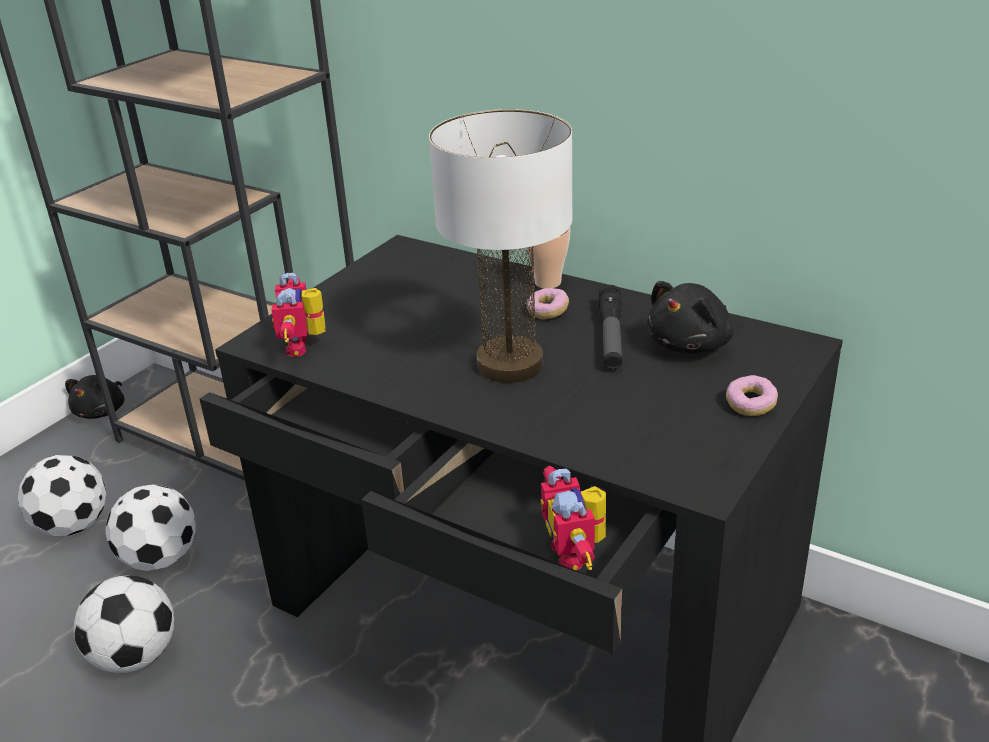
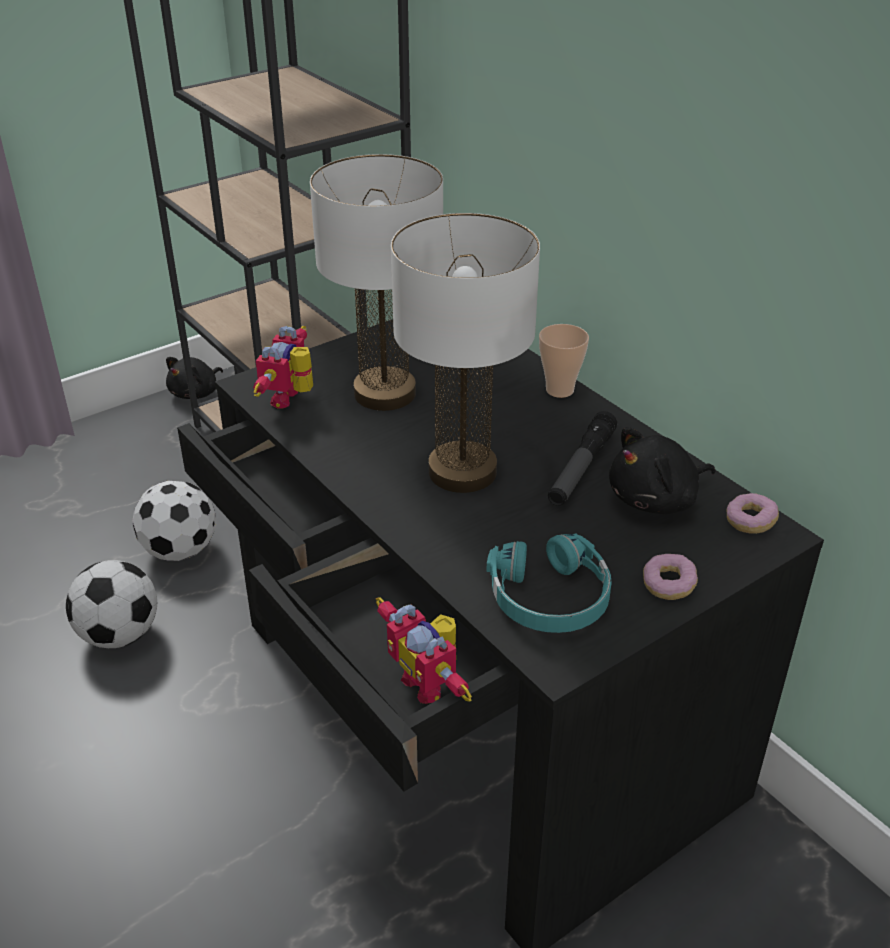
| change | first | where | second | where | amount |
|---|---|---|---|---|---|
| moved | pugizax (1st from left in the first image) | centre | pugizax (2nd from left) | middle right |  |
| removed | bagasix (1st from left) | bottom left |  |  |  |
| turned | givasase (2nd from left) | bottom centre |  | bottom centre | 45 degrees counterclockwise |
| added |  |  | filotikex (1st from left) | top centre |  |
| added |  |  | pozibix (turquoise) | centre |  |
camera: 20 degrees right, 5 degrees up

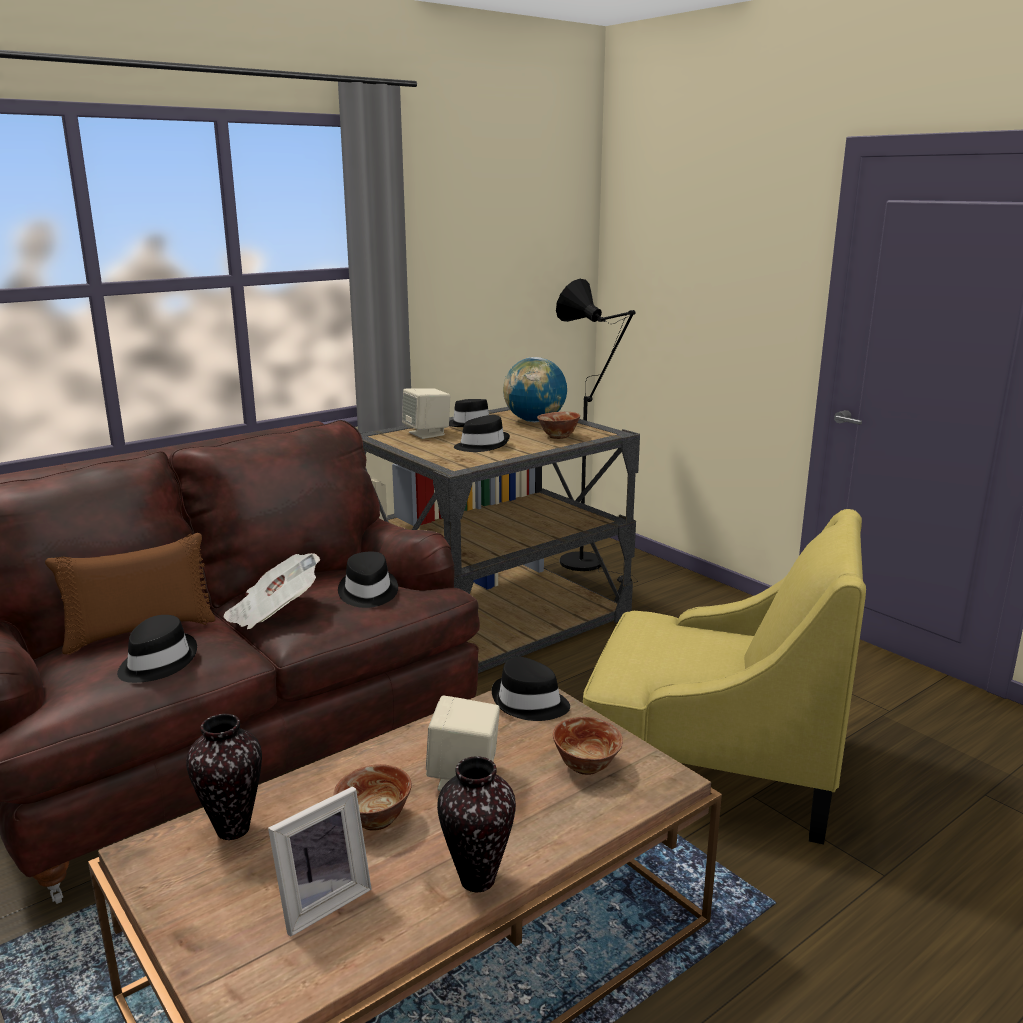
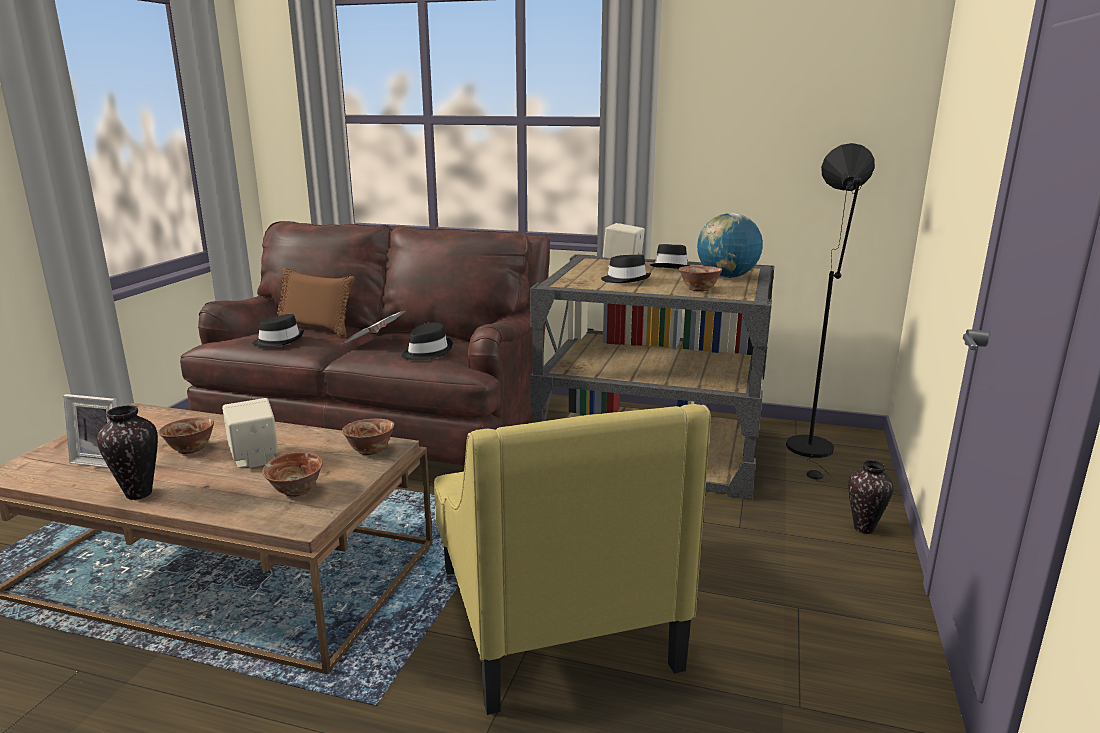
| change | first | where | second | where | amount |
|---|---|---|---|---|---|
| replaced | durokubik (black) (5th from left) | bottom centre | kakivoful (3rd from left) | centre |  |
| moved | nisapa (1st from left in the first image) | bottom left | nisapa (2nd from left) | bottom right |  |
camera: 55 degrees right, 0 degrees up

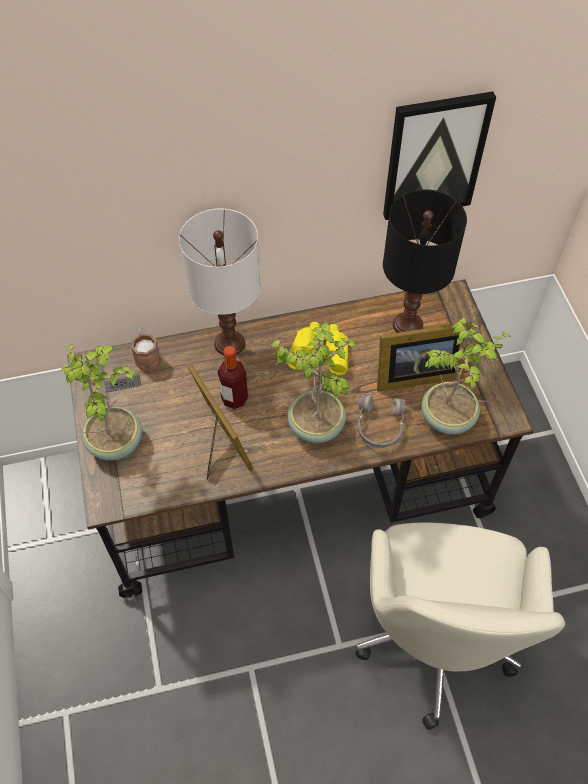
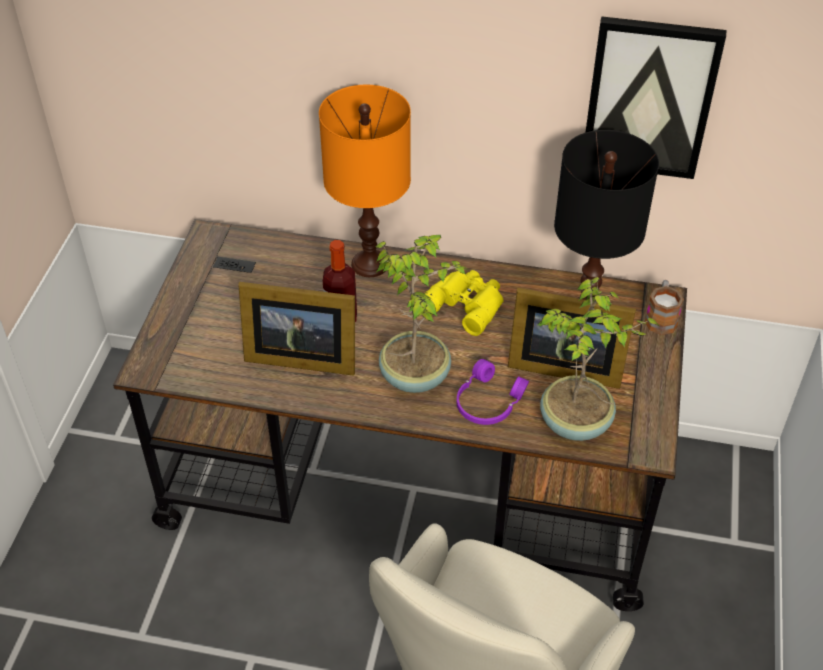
| change | first | where | second | where | amount |
|---|---|---|---|---|---|
| recoloured | filotikex (white) | centre | filotikex (orange) | top centre |  |
| moved | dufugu | middle left |  | middle right |  |
| removed | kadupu (1st from left) | middle left |  |  |  |
| turned | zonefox (1st from left) | centre |  | centre | 105 degrees clockwise |
| recoloured | pozibix (grey) | centre | pozibix (purple) | centre |  |
camera: 25 degrees right, 10 degrees down

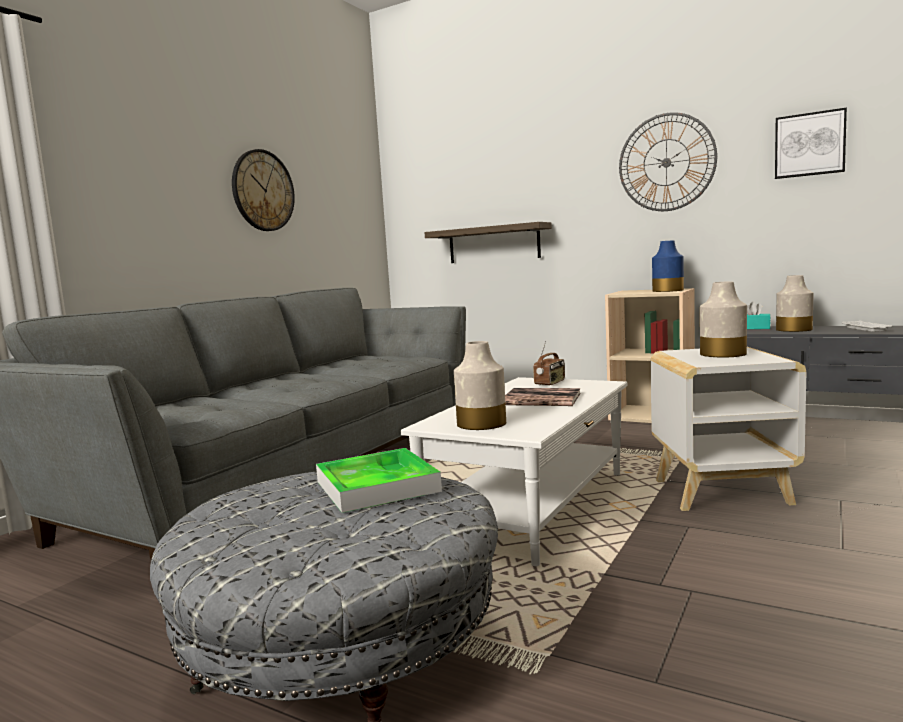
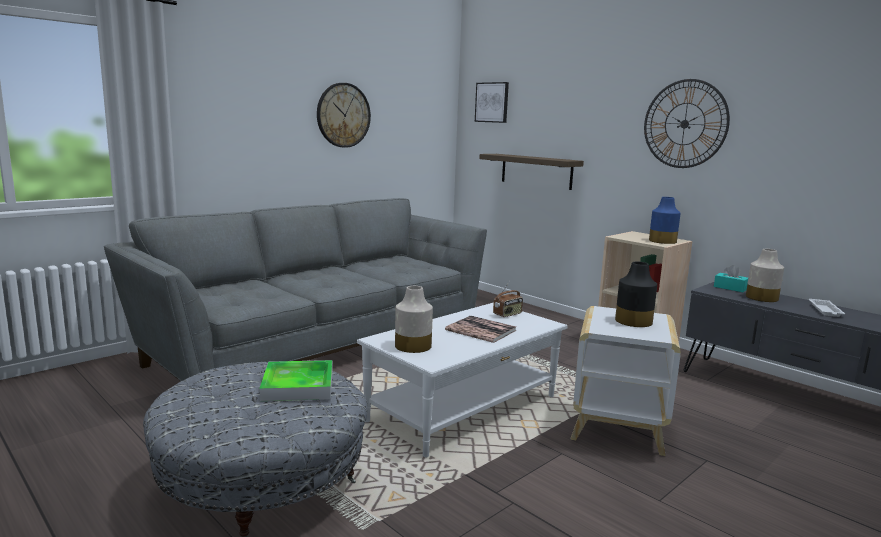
| change | first | where | second | where | amount |
|---|---|---|---|---|---|
| moved | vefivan | top right |  | top centre |  |
| recoloured | nisapa (beige) (2nd from left) | middle right | nisapa (black) | middle right |  |
camera: 15 degrees right, 5 degrees up

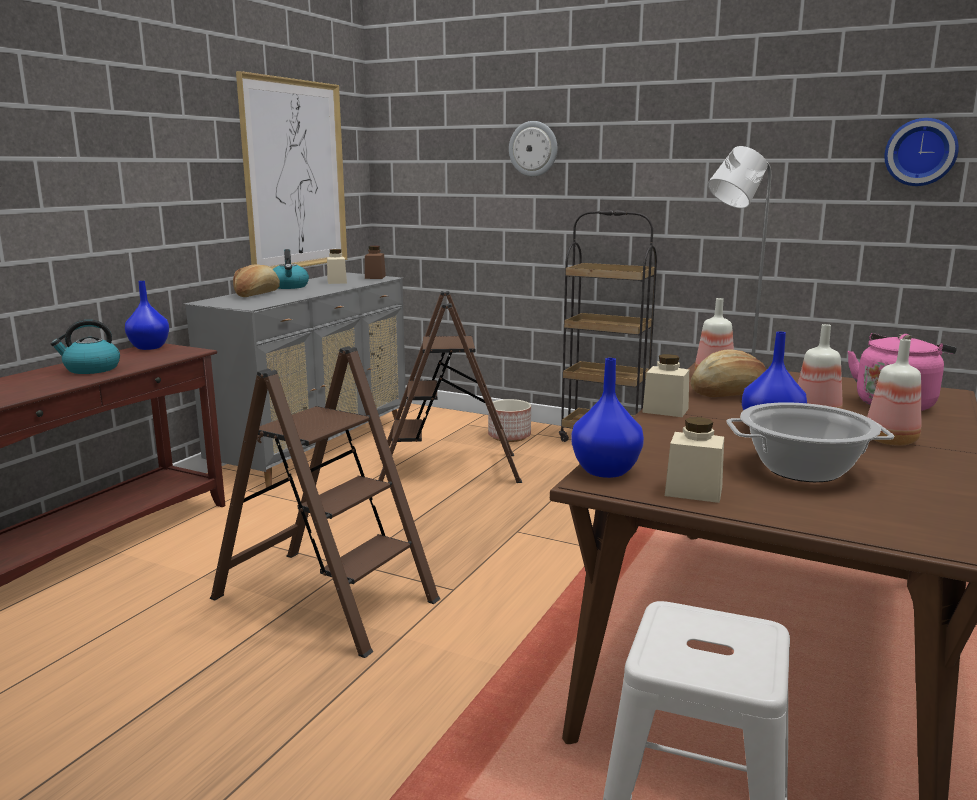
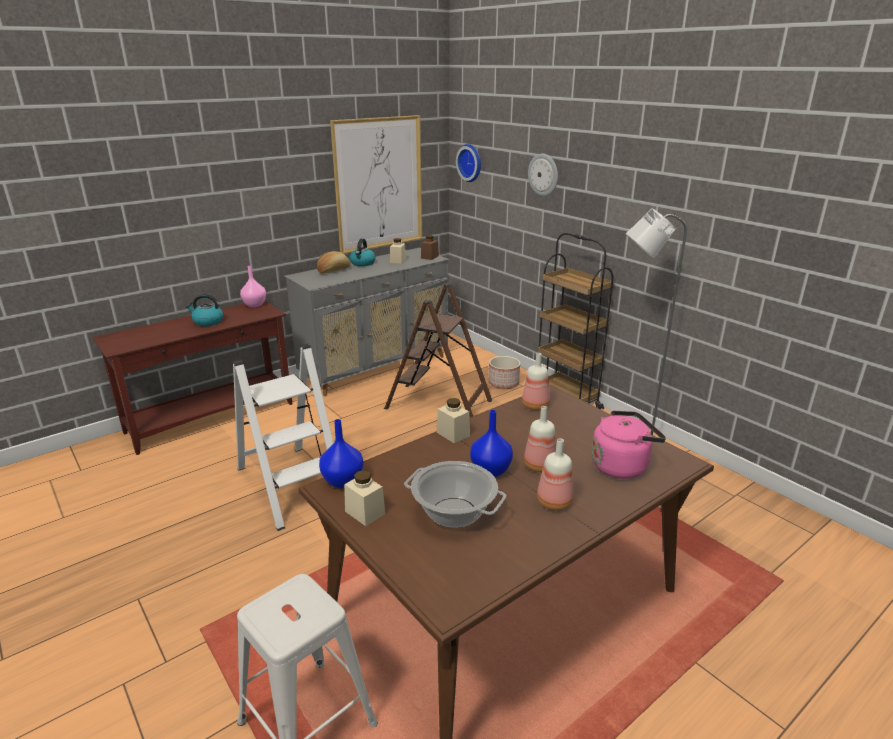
| change | first | where | second | where | amount |
|---|---|---|---|---|---|
| moved | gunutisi (2nd from left in the first image) | top right | gunutisi (1st from left) | top centre |  |
| recoloured | nisapa (blue) (1st from left) | middle left | nisapa (pink) | middle left |  |
| recoloured | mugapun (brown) (1st from left) | middle left | mugapun (white) | middle left |  |
| removed | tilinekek (2nd from left) | middle right |  |  |  |
camera: 25 degrees right, 10 degrees up

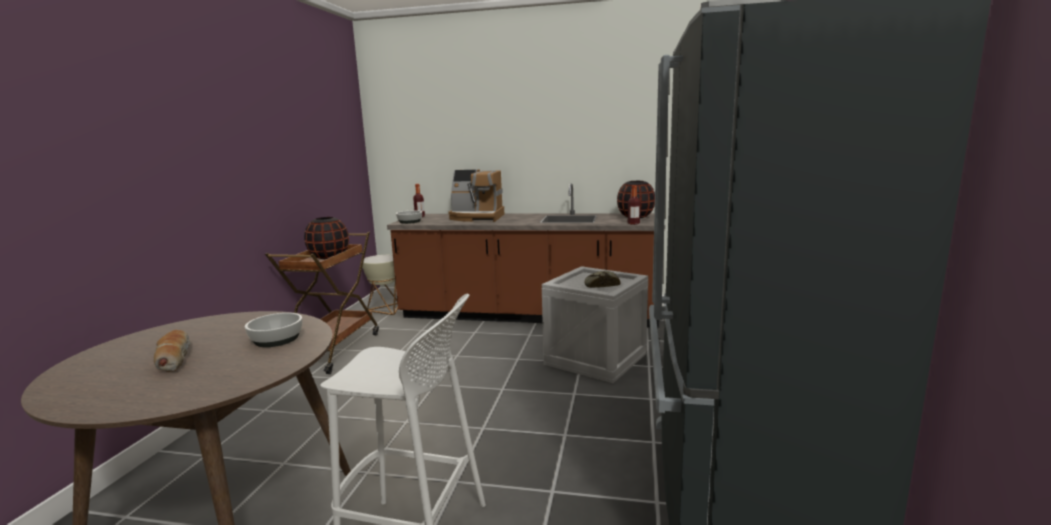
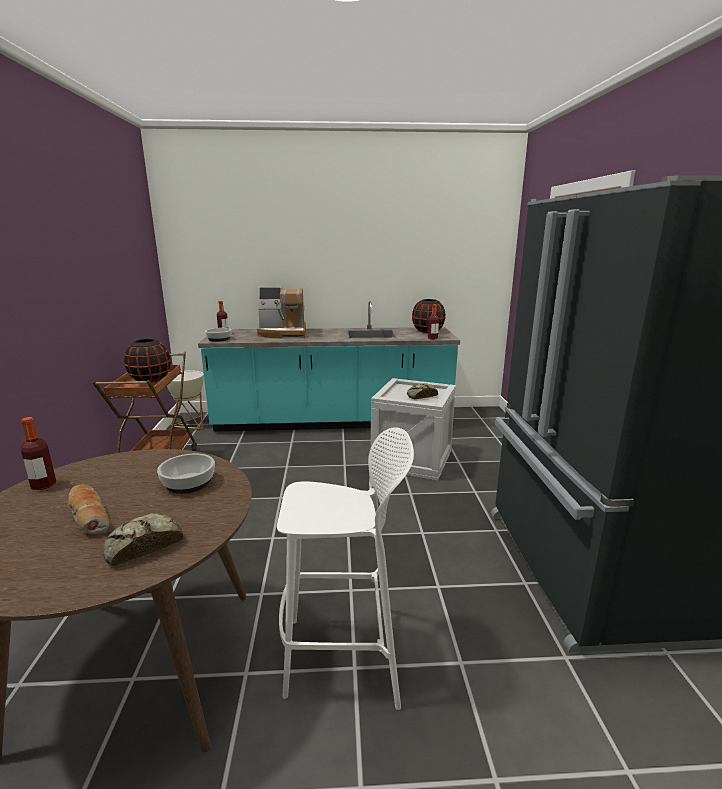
| change | first | where | second | where | amount |
|---|---|---|---|---|---|
| recoloured | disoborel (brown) | centre | disoborel (turquoise) | centre |  |
| added |  |  | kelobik (1st from left) | middle left |  |
| added |  |  | tilinekek (2nd from left) | bottom left |  |
camera: 15 degrees left, 5 degrees up

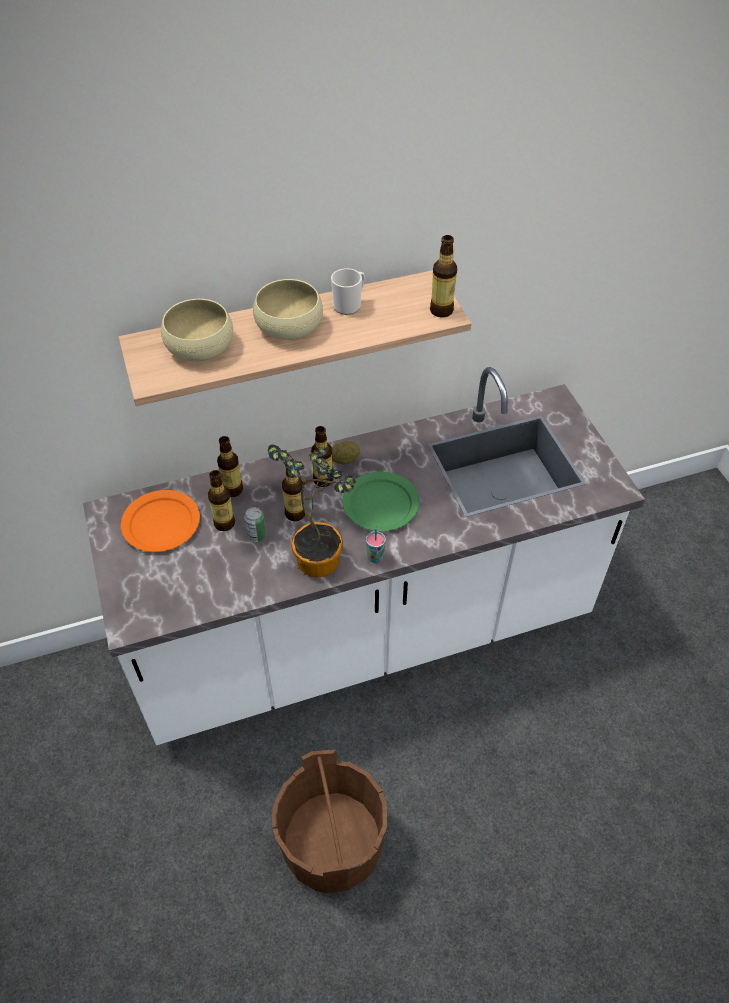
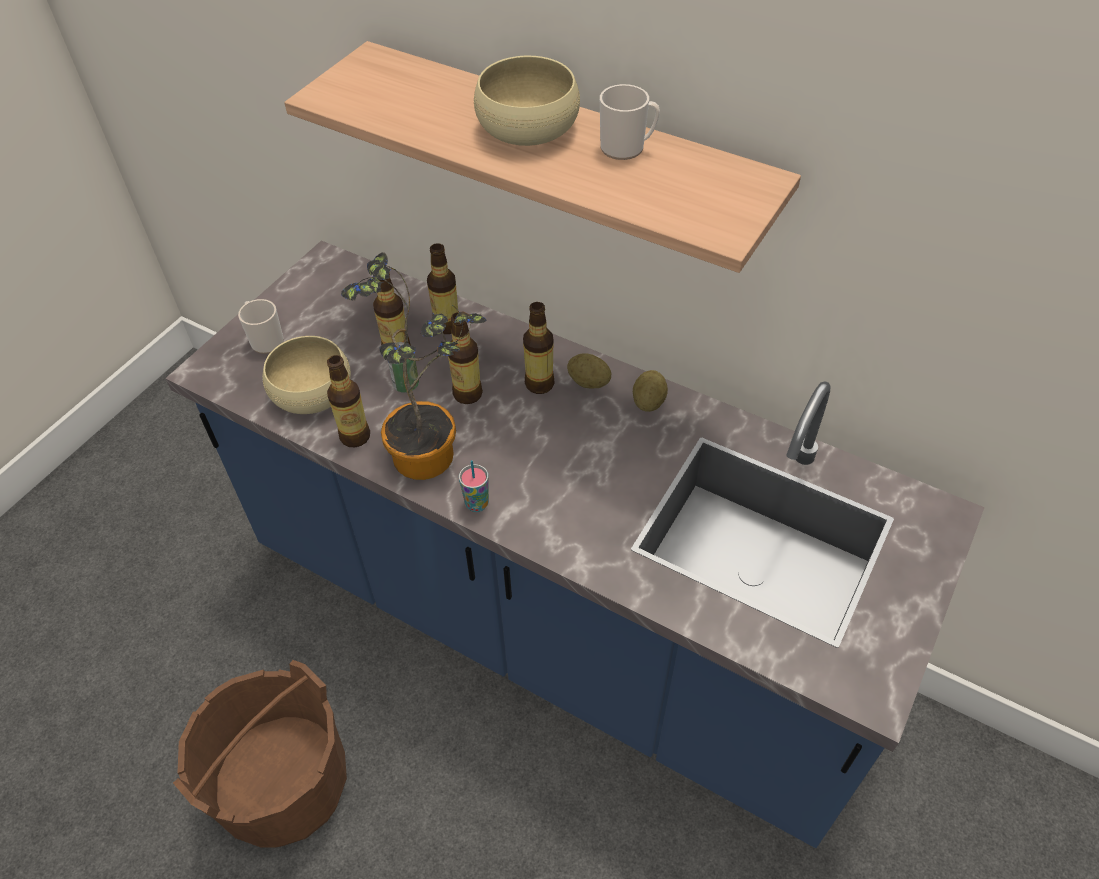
| change | first | where | second | where | amount |
|---|---|---|---|---|---|
| moved | kelobik (5th from left in the first image) | top centre | kelobik (1st from left) | middle left |  |
| moved | kakivoful (beige) (1st from left) | top left |  | middle left |  |
| recoloured | disoborel (white) | centre | disoborel (blue) | centre |  |
| removed | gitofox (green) | centre |  |  |  |
| removed | gitofox (orange) | middle left |  |  |  |
| added |  |  | dufugu (1st from left) | middle left |  |
| added |  |  | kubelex (2nd from left) | centre |  |
camera: 50 degrees right, 0 degrees up

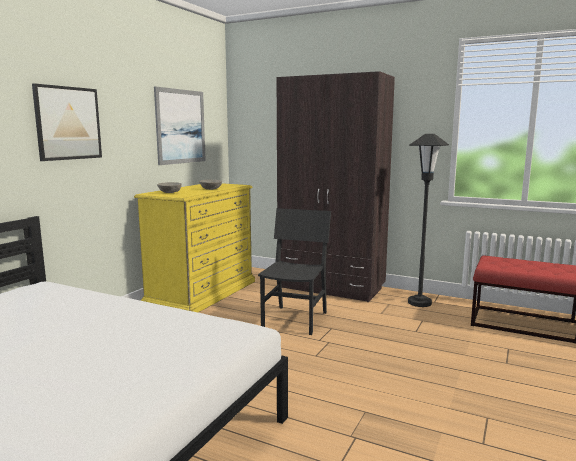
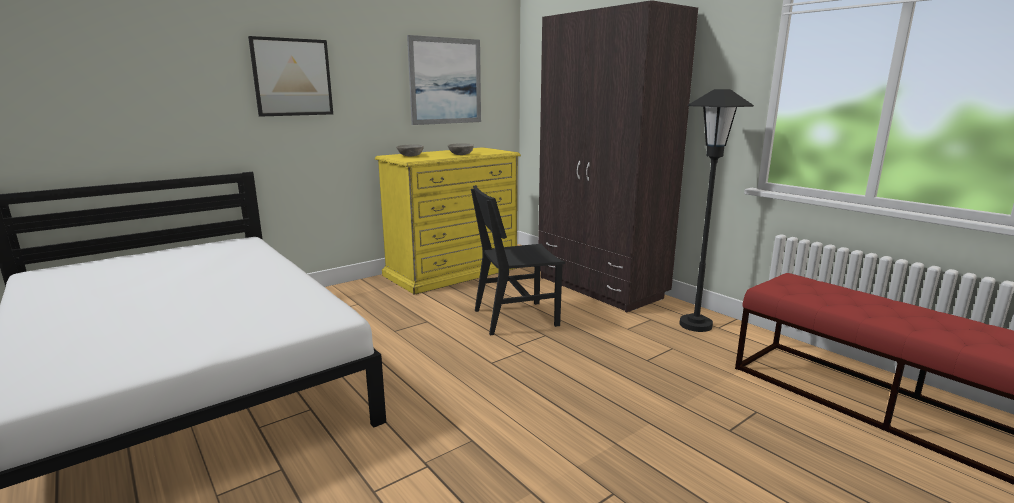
| change | first | where | second | where | amount |
|---|---|---|---|---|---|
| turned | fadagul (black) | centre |  | centre | 150 degrees counterclockwise |
camera: 25 degrees right, 5 degrees up

